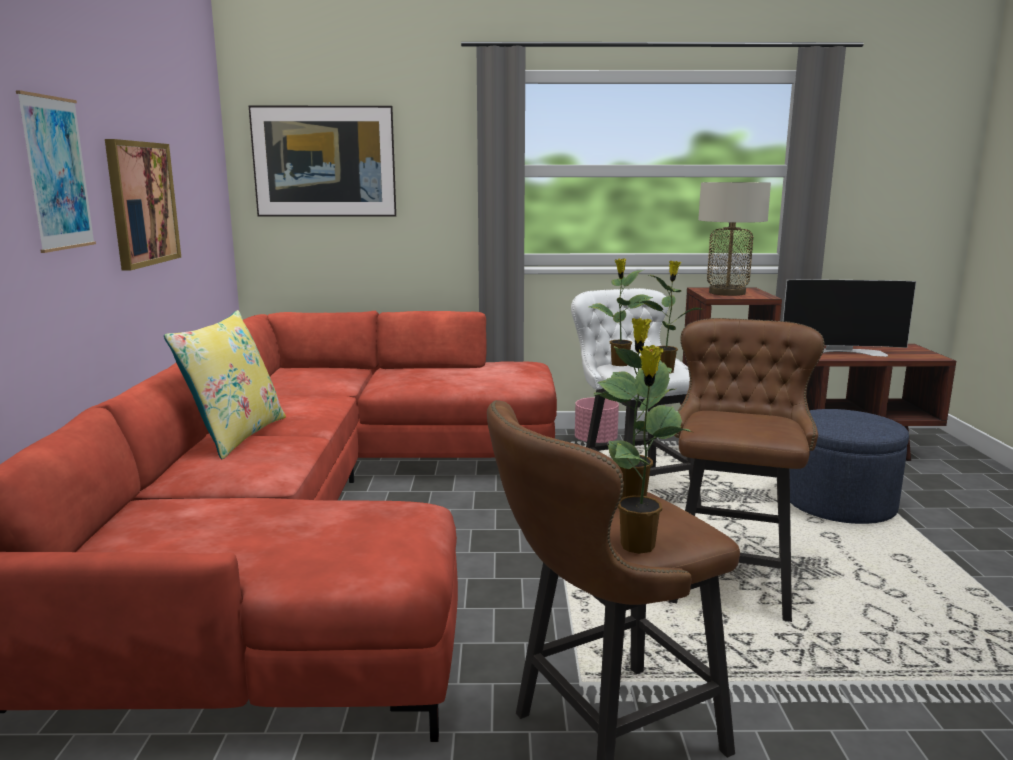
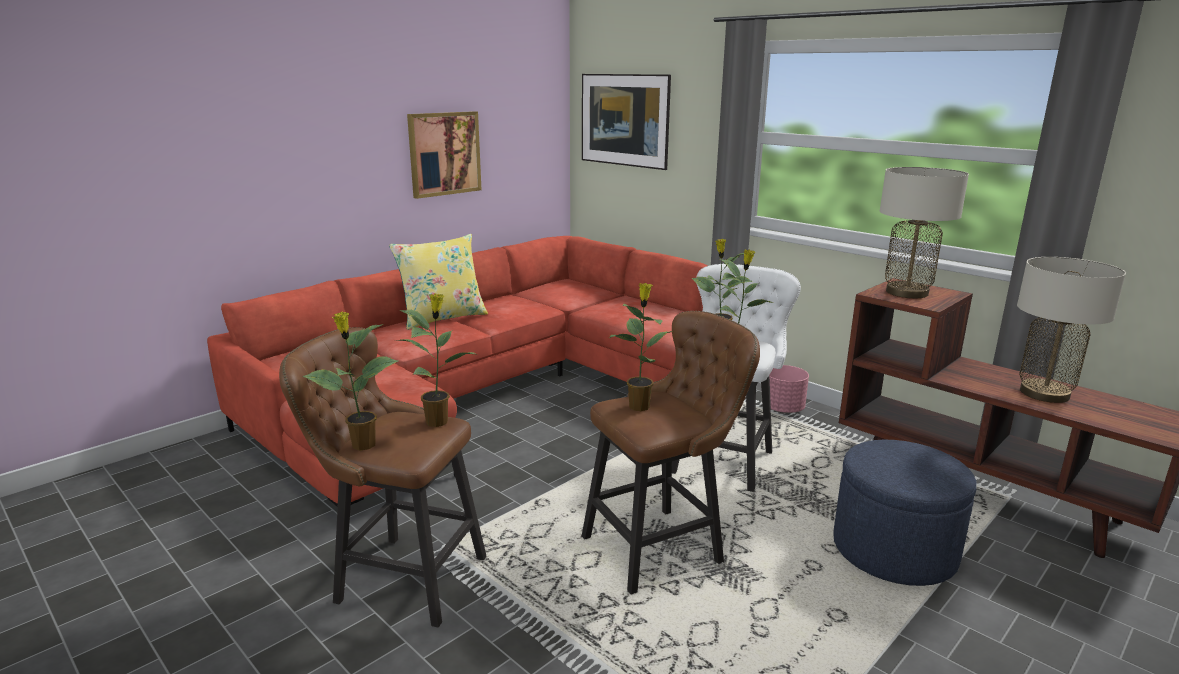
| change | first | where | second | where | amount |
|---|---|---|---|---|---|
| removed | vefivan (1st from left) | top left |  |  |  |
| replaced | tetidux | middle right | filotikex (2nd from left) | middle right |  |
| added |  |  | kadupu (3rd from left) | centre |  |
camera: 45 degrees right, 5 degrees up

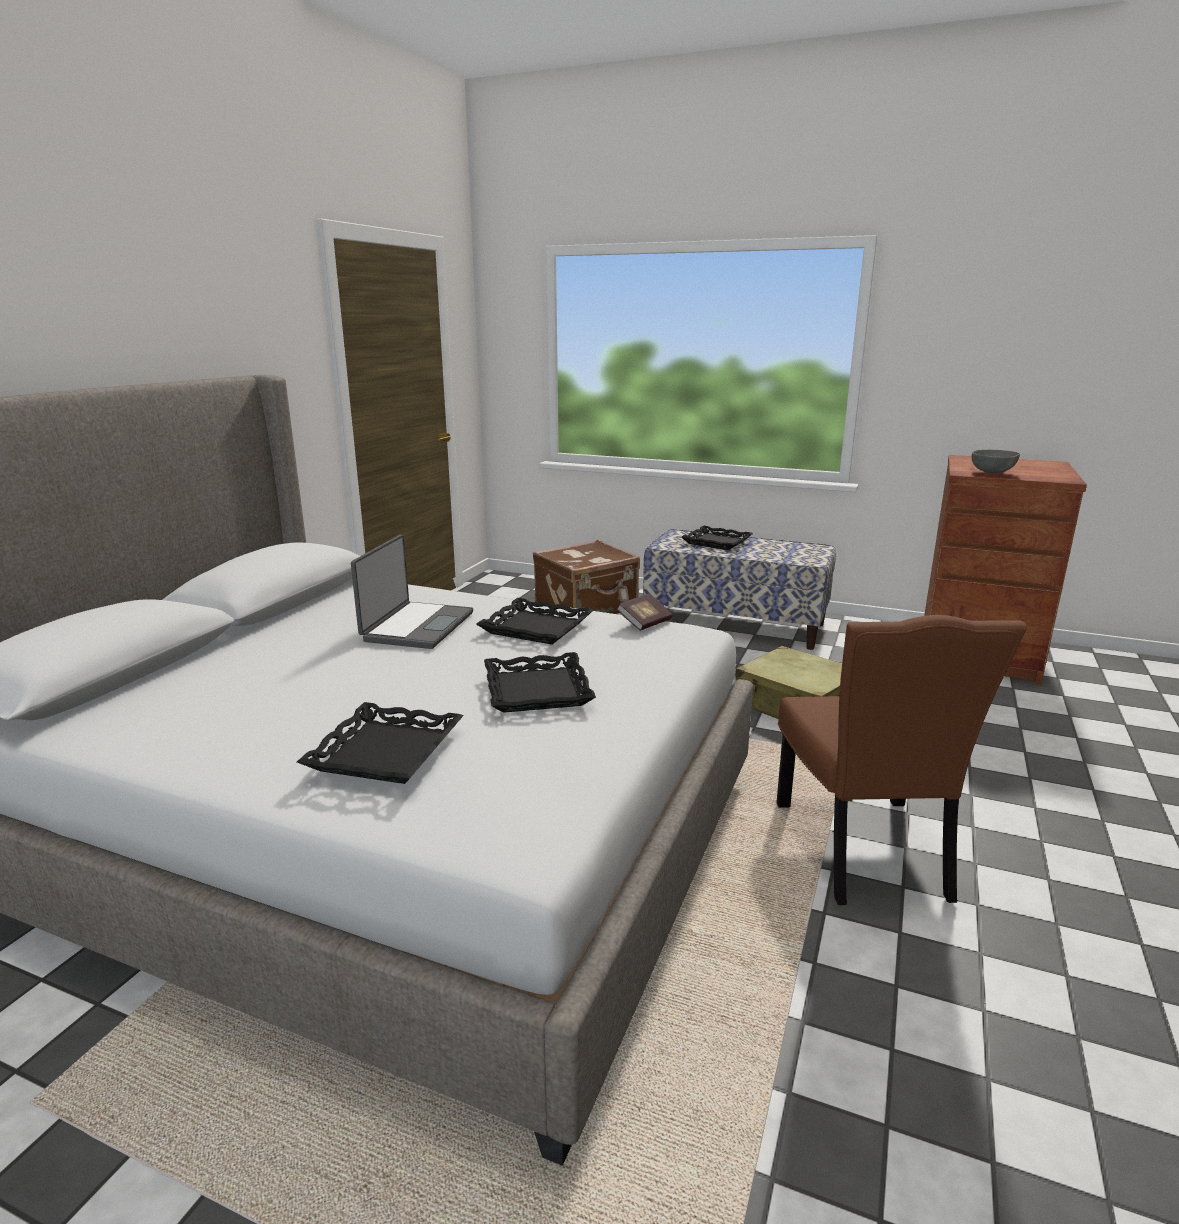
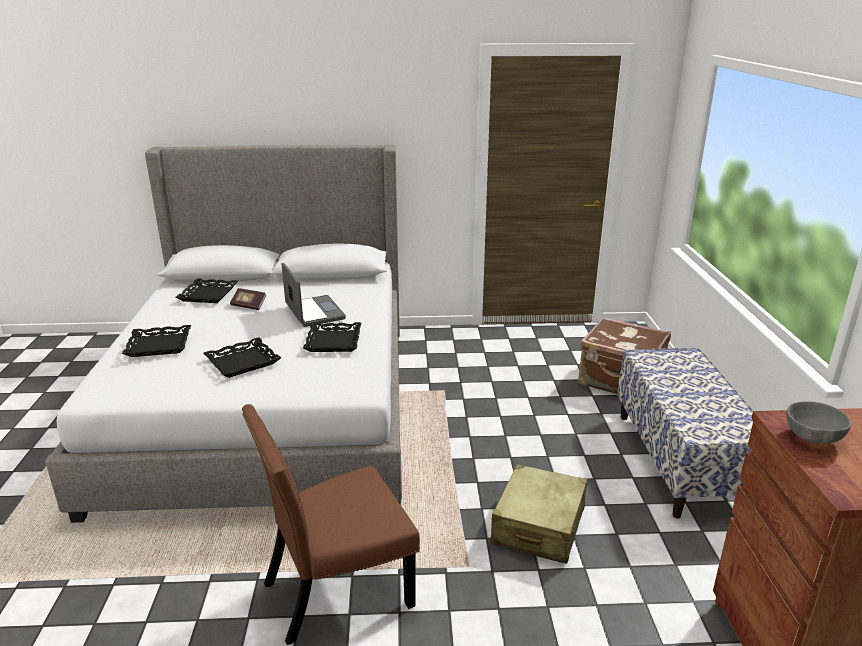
| change | first | where | second | where | amount |
|---|---|---|---|---|---|
| moved | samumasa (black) (4th from left in the first image) | centre | samumasa (black) (2nd from left) | middle left |  |
| turned | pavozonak | centre |  | centre | 105 degrees counterclockwise |
| moved | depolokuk | centre |  | middle left |  |
camera: 65 degrees right, 5 degrees up

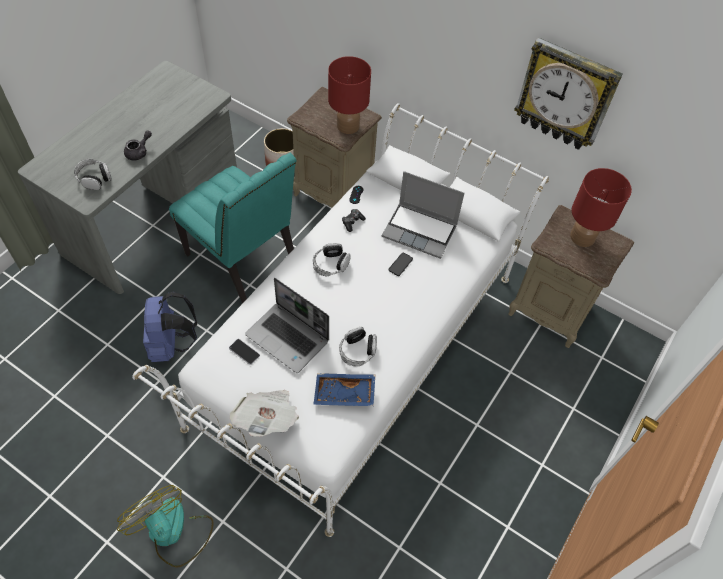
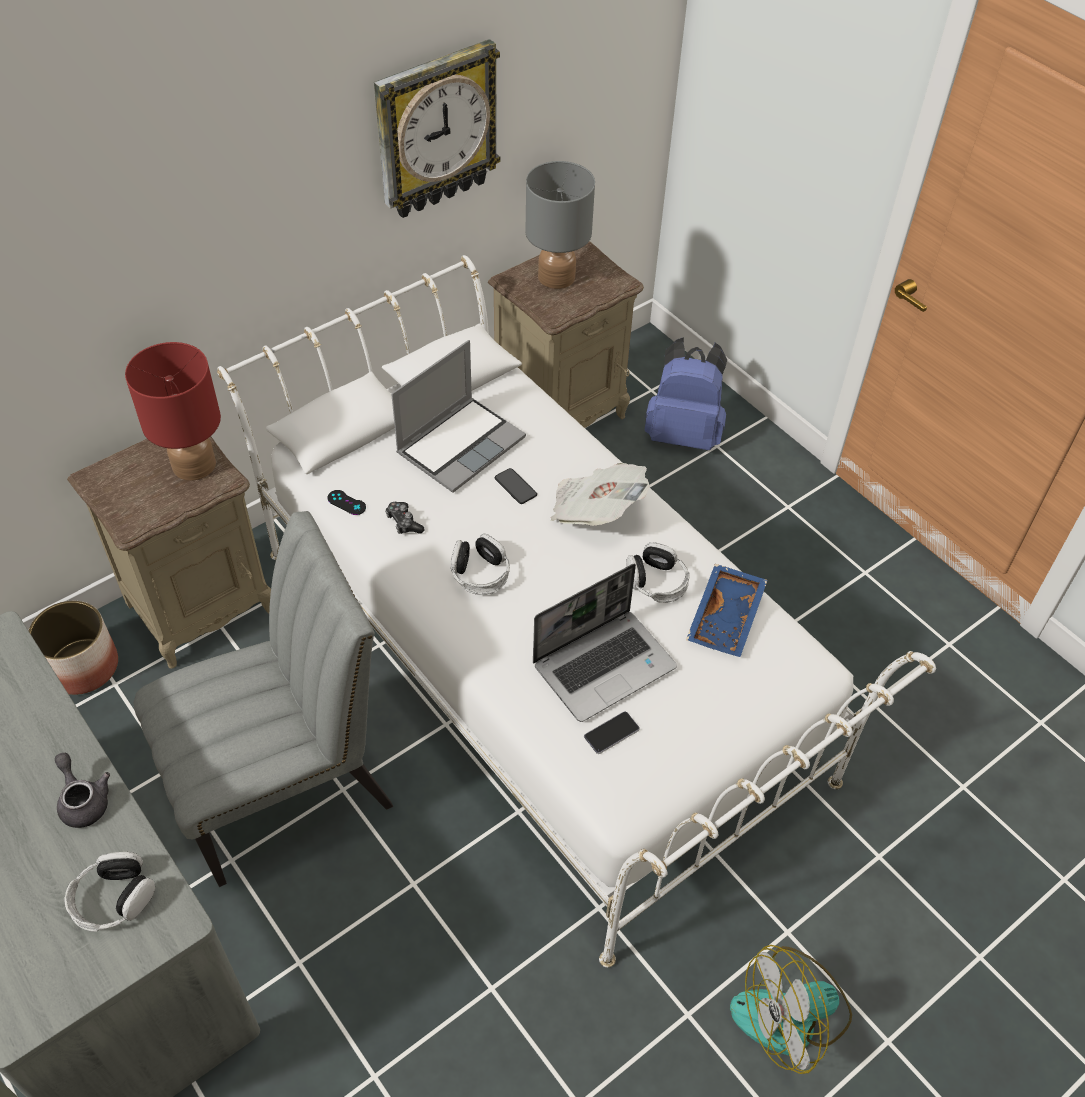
| change | first | where | second | where | amount |
|---|---|---|---|---|---|
| recoloured | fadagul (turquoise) | middle left | fadagul (grey) | middle left |  |
| recoloured | filotikex (red) (2nd from left) | middle right | filotikex (grey) | top centre |  |
| moved | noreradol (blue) | middle left |  | centre |  |
| moved | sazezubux | bottom centre |  | centre |  |
camera: 70 degrees left, 5 degrees down

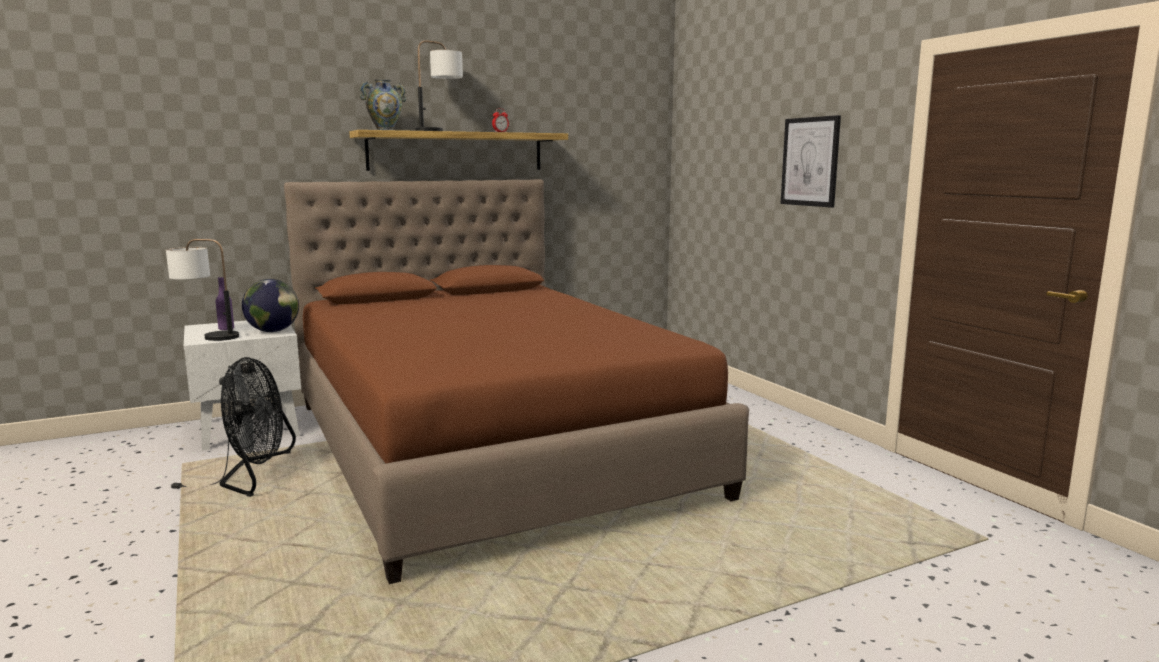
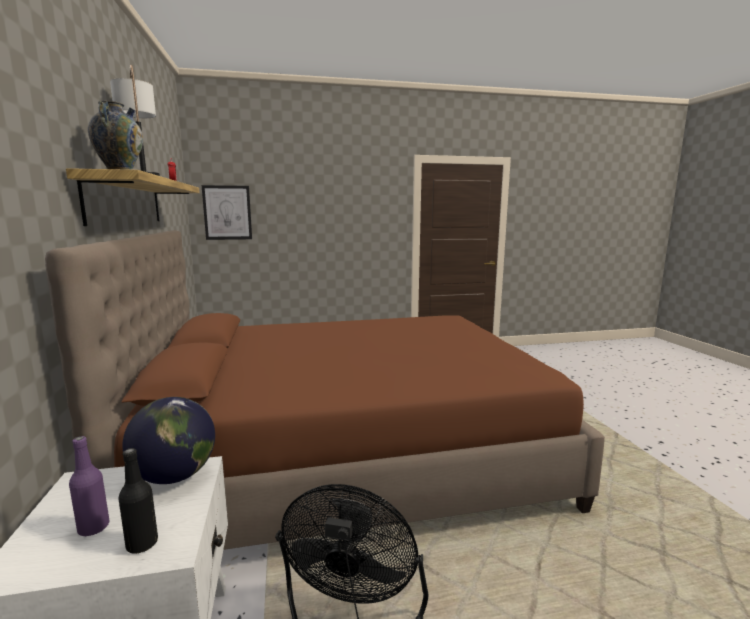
| change | first | where | second | where | amount |
|---|---|---|---|---|---|
| moved | vefivan | top right |  | middle left |  |
| replaced | filotikex (1st from left) | middle left | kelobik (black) | bottom left |  |
camera: 75 degrees left, 0 degrees up

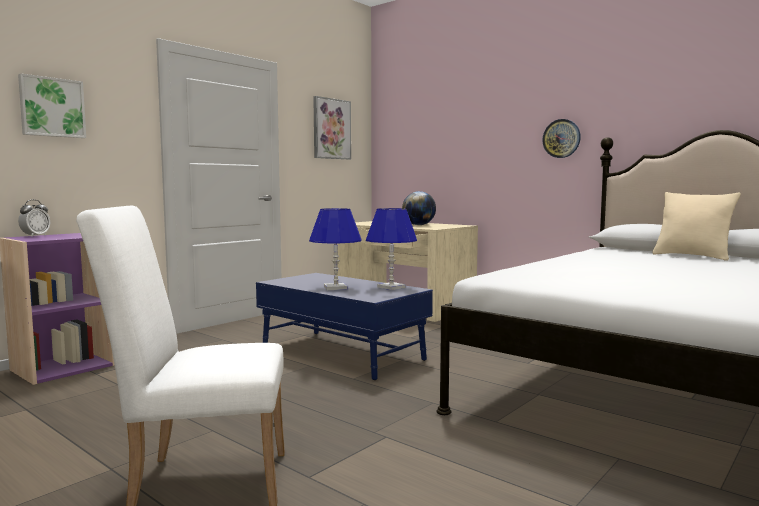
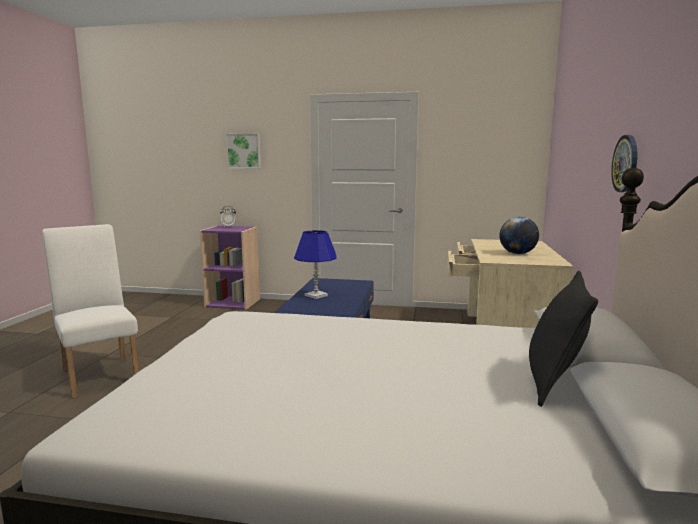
| change | first | where | second | where | amount |
|---|---|---|---|---|---|
| removed | vefivan (2nd from left) | top centre |  |  |  |
| recoloured | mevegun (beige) | middle right | mevegun (black) | middle right |  |
| removed | filotikex (blue) (2nd from left) | centre |  |  |  |
camera: 60 degrees right, 5 degrees up

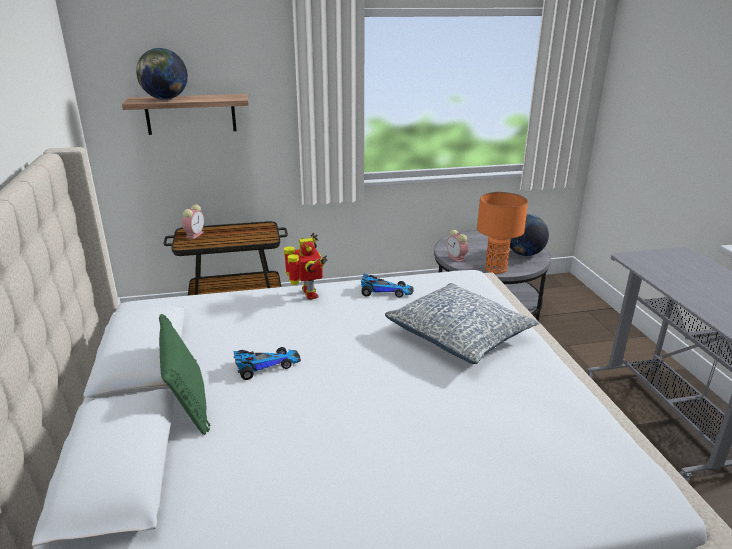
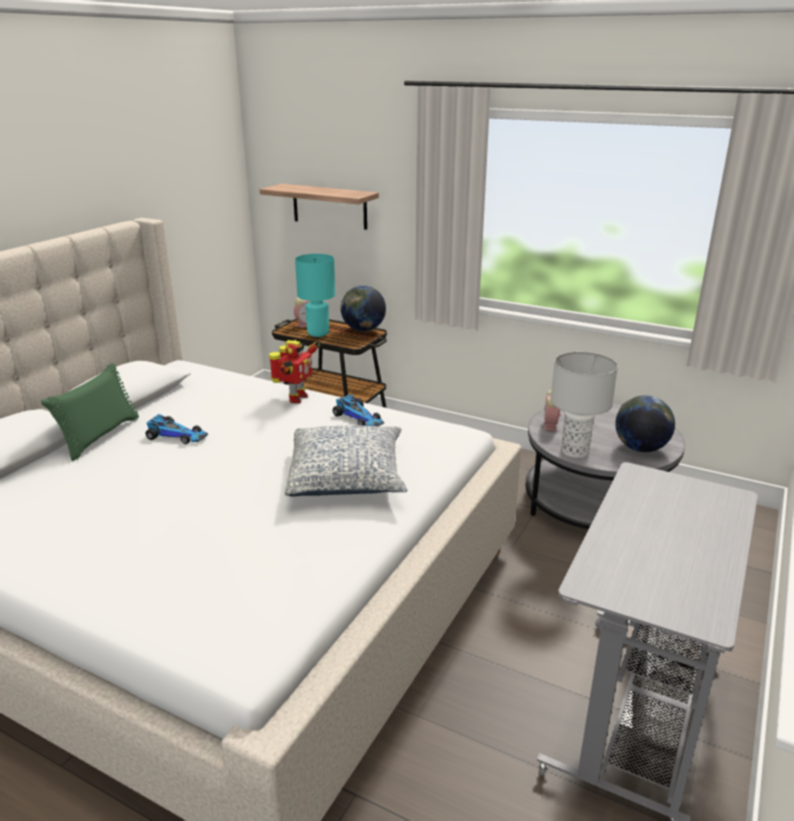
| change | first | where | second | where | amount |
|---|---|---|---|---|---|
| moved | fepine (1st from left) | top left |  | centre |  |
| recoloured | filotikex (orange) | middle right | filotikex (white) | middle right |  |
| added |  |  | filotikex (turquoise) | centre |  |
camera: 40 degrees right, 0 degrees up

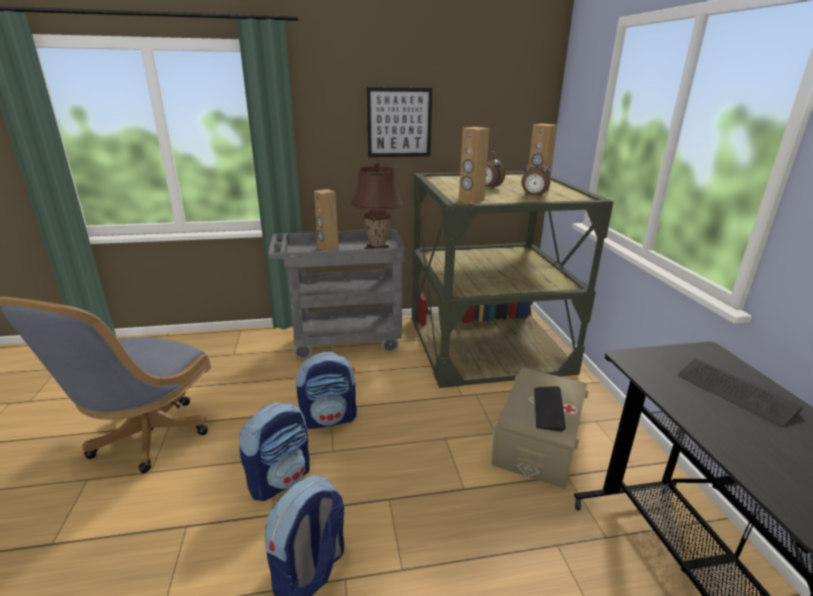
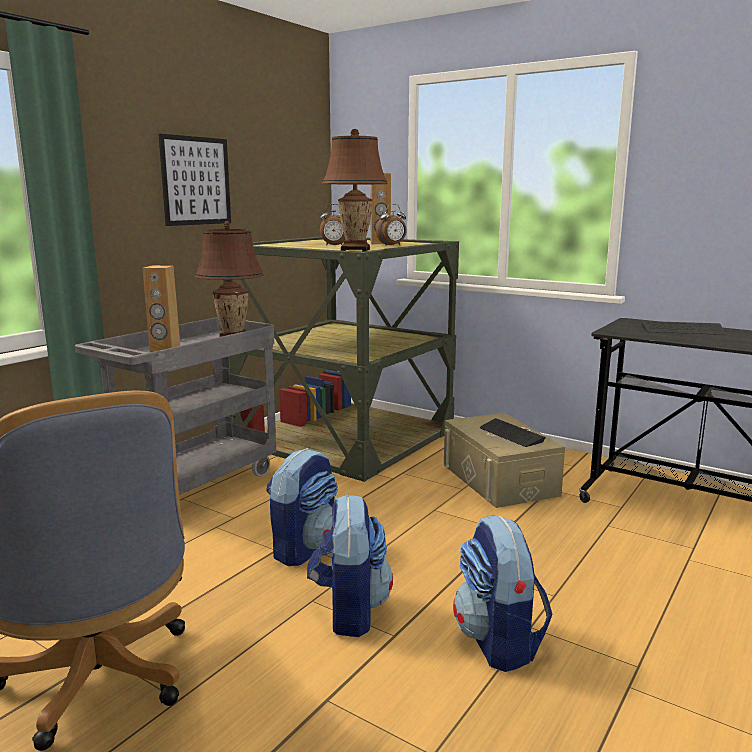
| change | first | where | second | where | amount |
|---|---|---|---|---|---|
| replaced | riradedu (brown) (2nd from left) | top centre | filotikex (brown) (2nd from left) | top centre |  |
camera: 45 degrees left, 10 degrees down

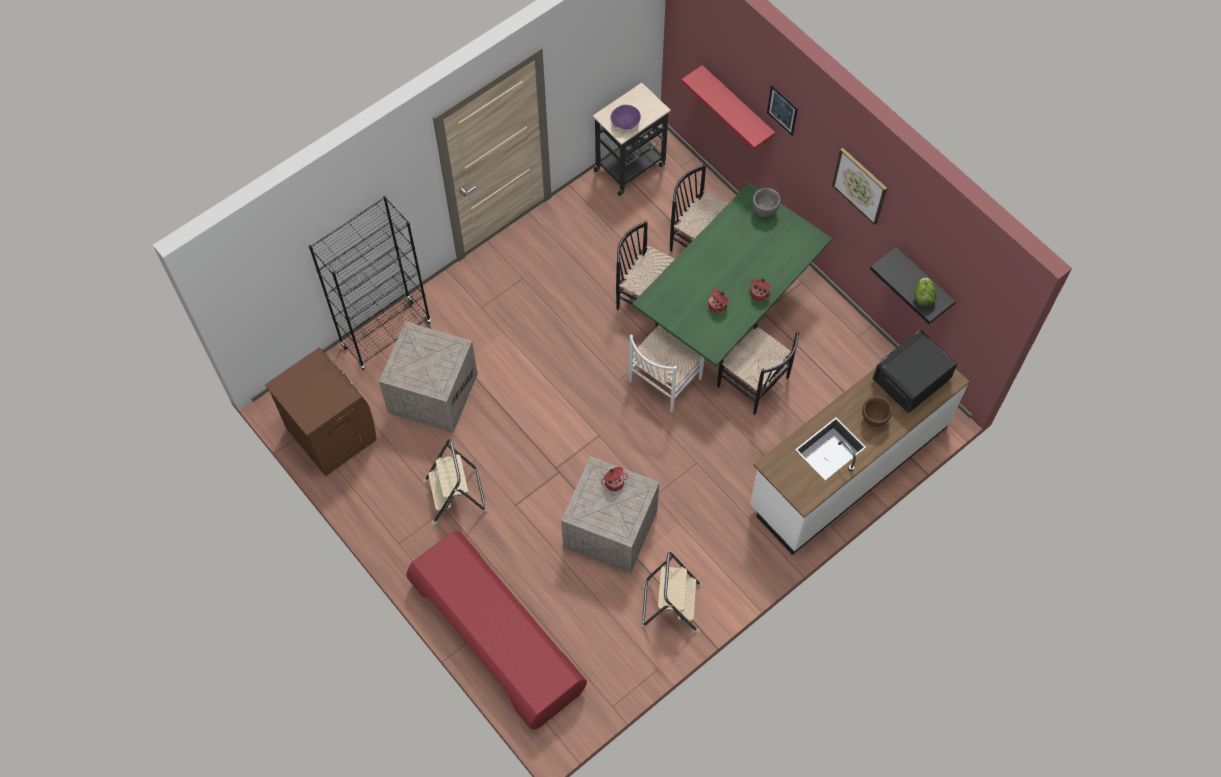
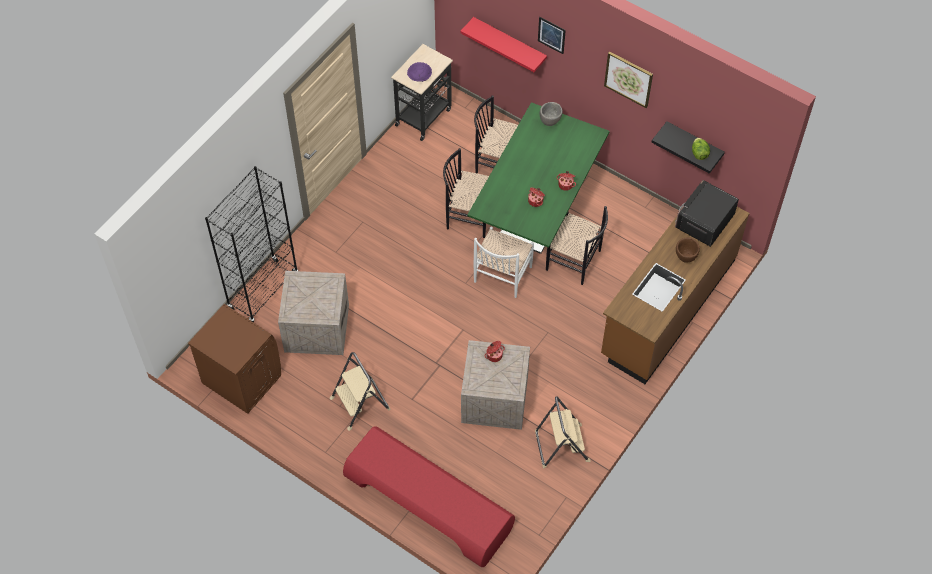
| change | first | where | second | where | amount |
|---|---|---|---|---|---|
| recoloured | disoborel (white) | middle right | disoborel (brown) | middle right |  |
camera: 15 degrees left, 5 degrees down

